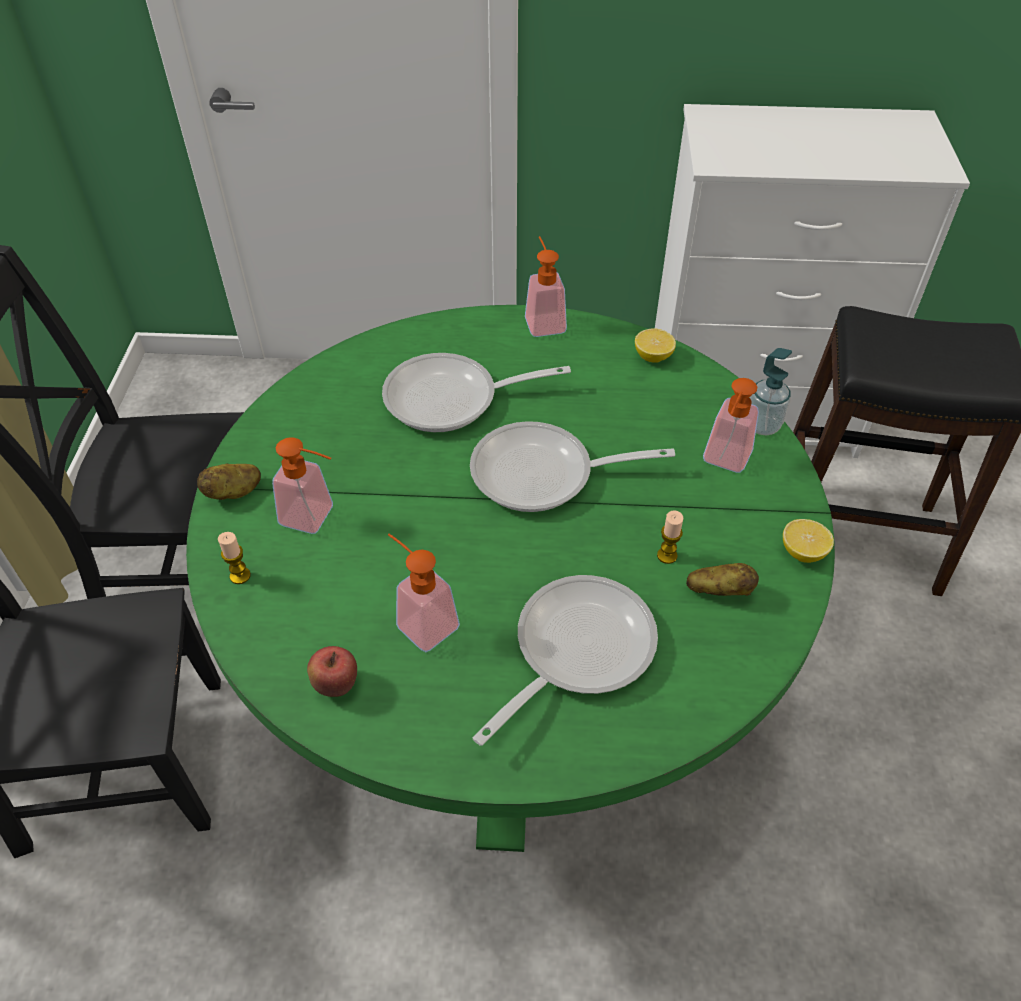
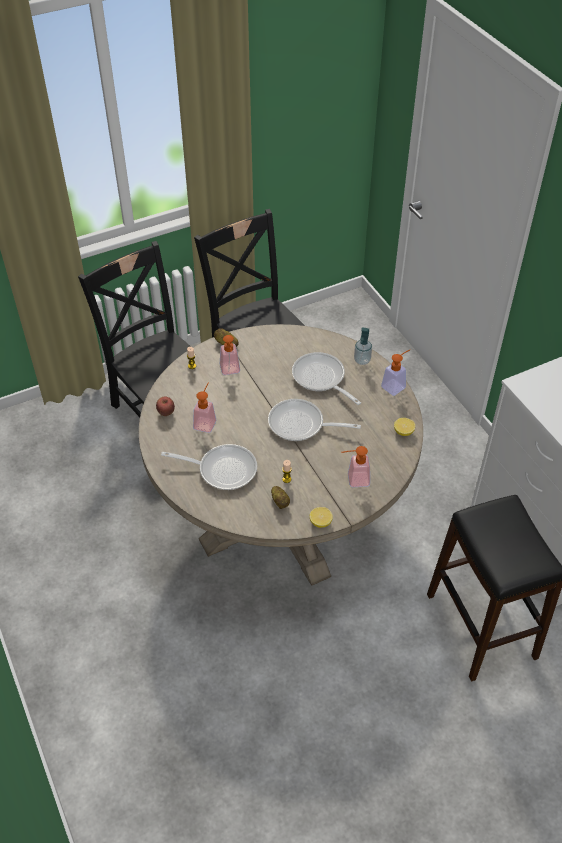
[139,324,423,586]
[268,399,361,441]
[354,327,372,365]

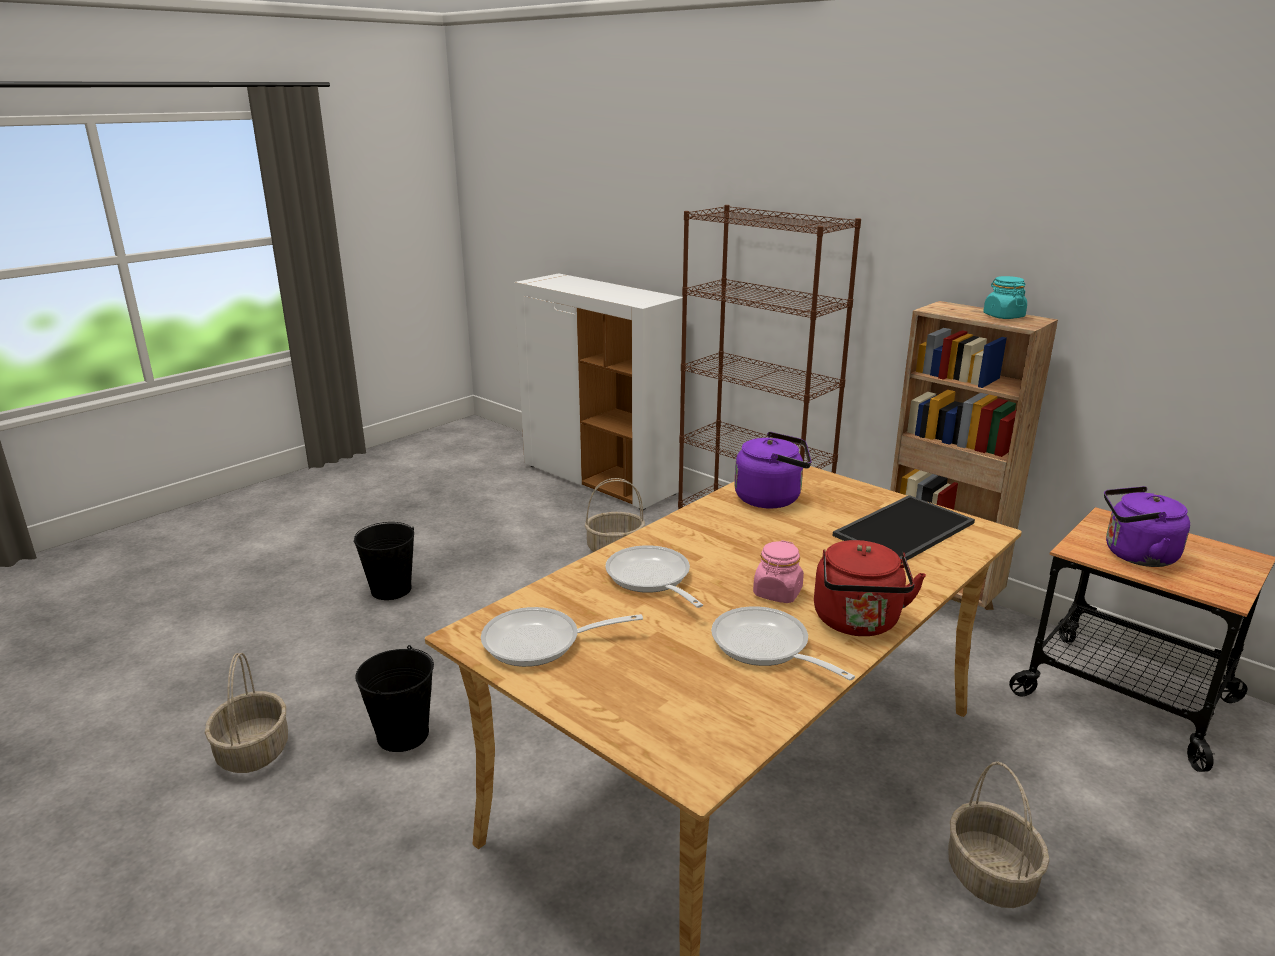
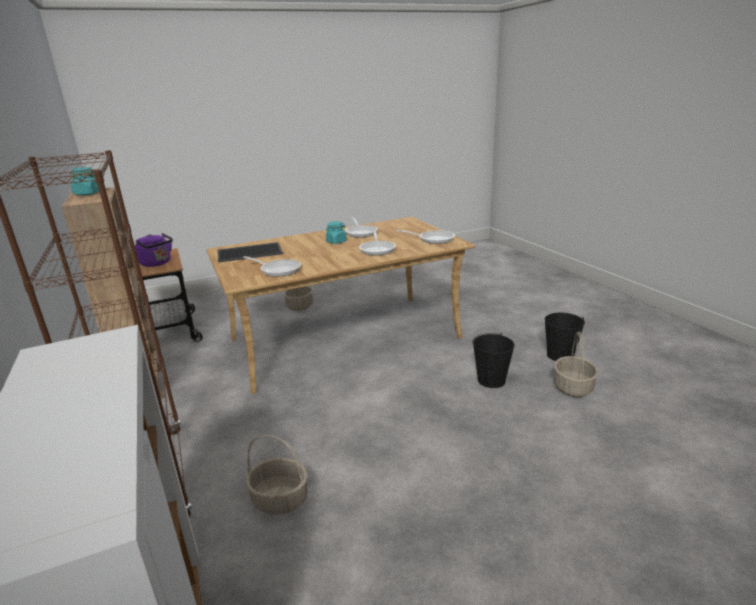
[545,313,585,361]
[243,256,301,277]
[326,221,347,244]
[814,540,926,636] (first image)

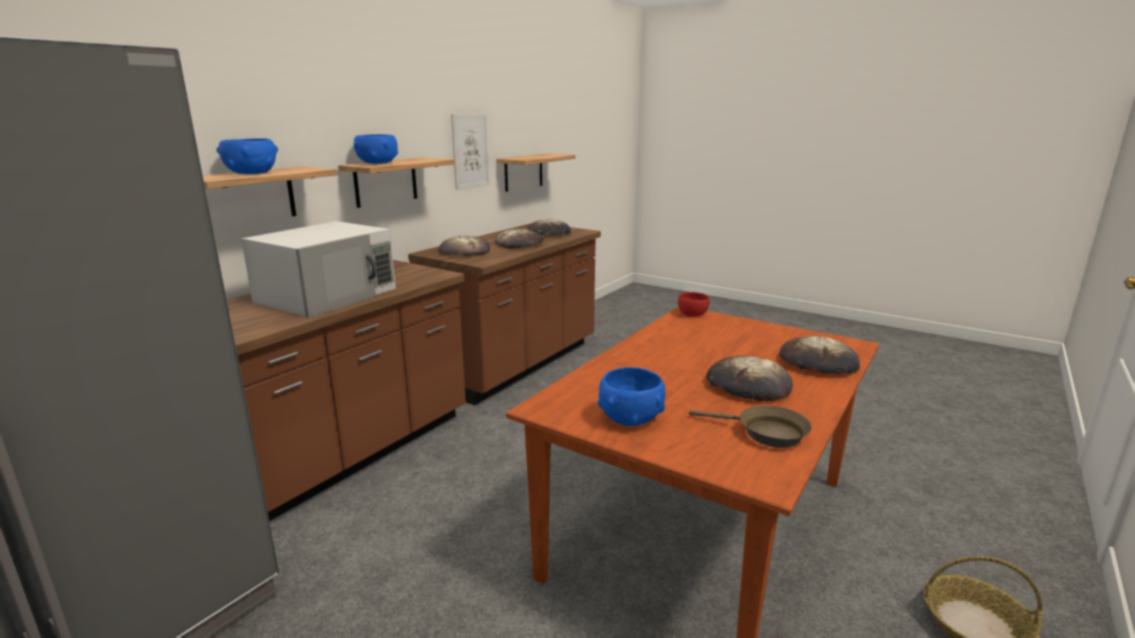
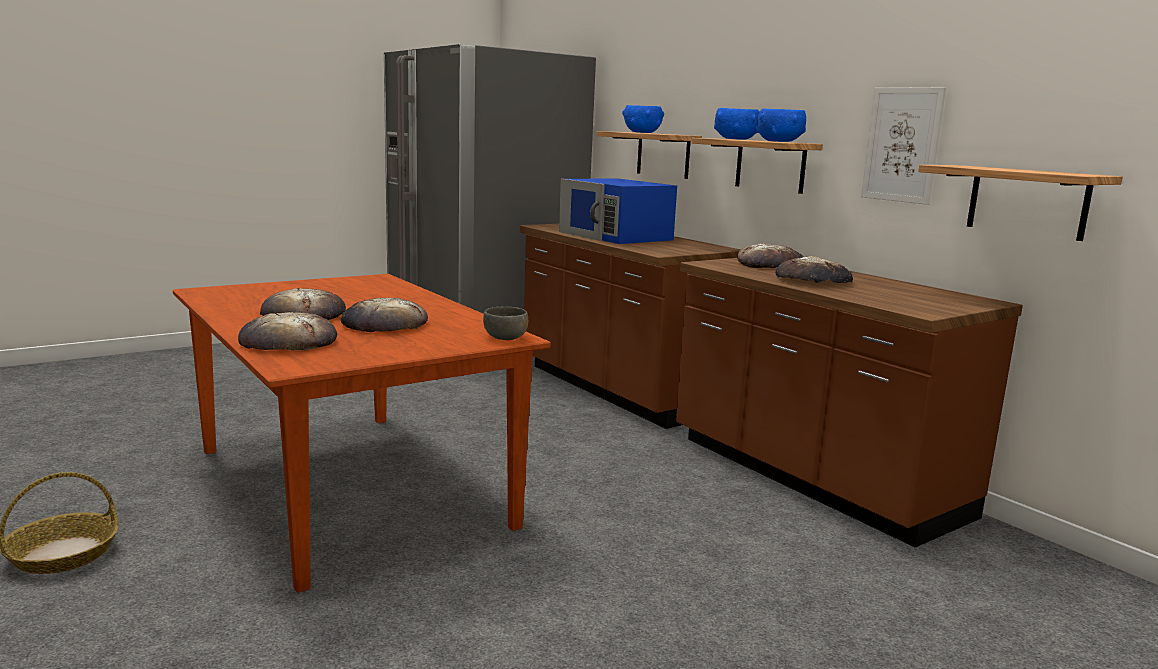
[559,178,677,244]
[341,297,428,332]
[756,109,806,142]
[483,306,528,340]
[689,406,812,448] (first image)

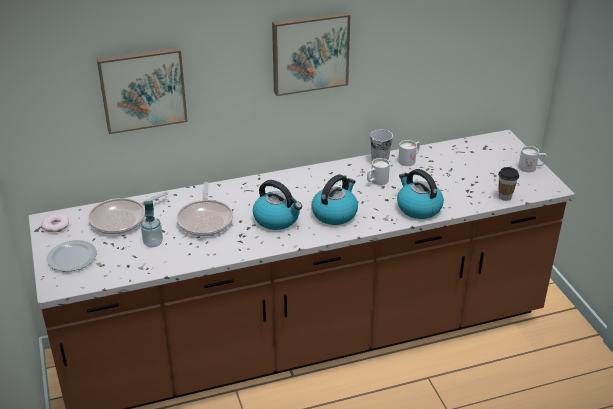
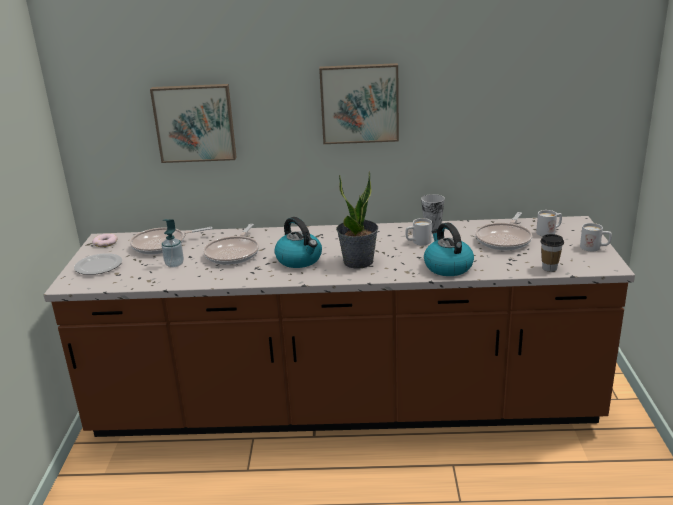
[336,171,378,269]
[536,210,562,236]
[476,212,532,250]

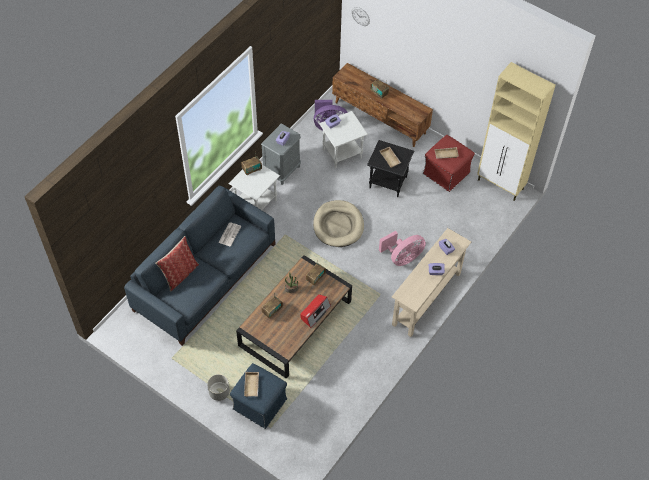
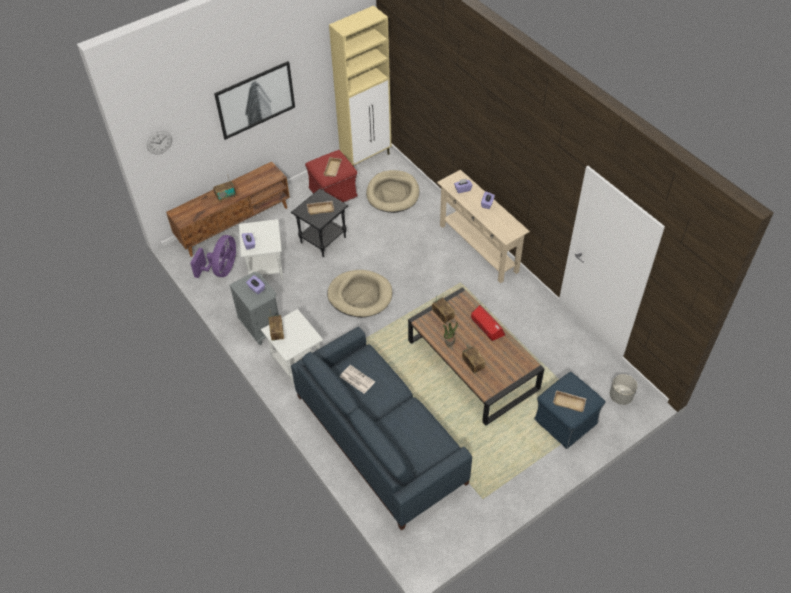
[155,236,199,292] (first image)
[610,374,637,405]
[379,231,426,266] (first image)
[214,61,295,140]
[366,170,419,213]

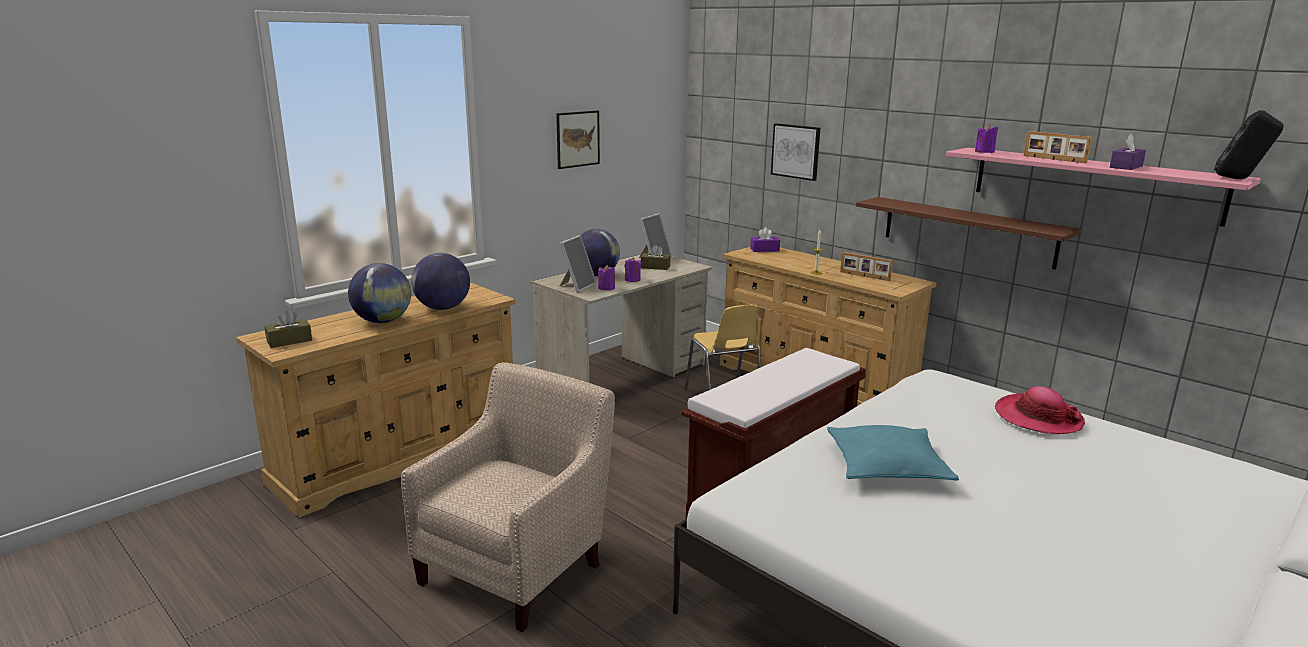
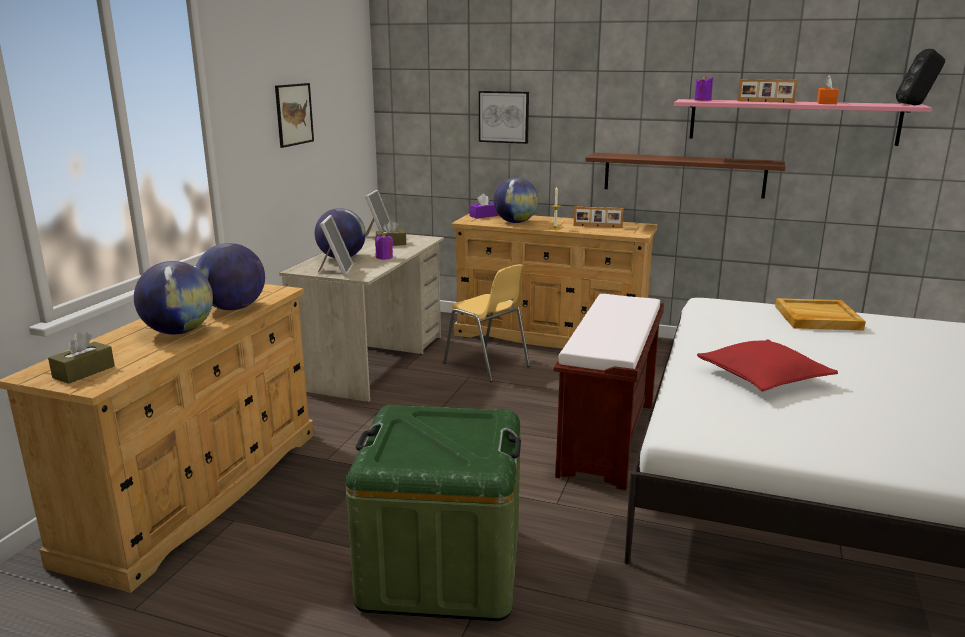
[345,405,521,621]
[598,265,615,290] (first image)
[697,340,838,391]
[775,298,866,331]
[817,75,839,104]
[494,178,538,223]

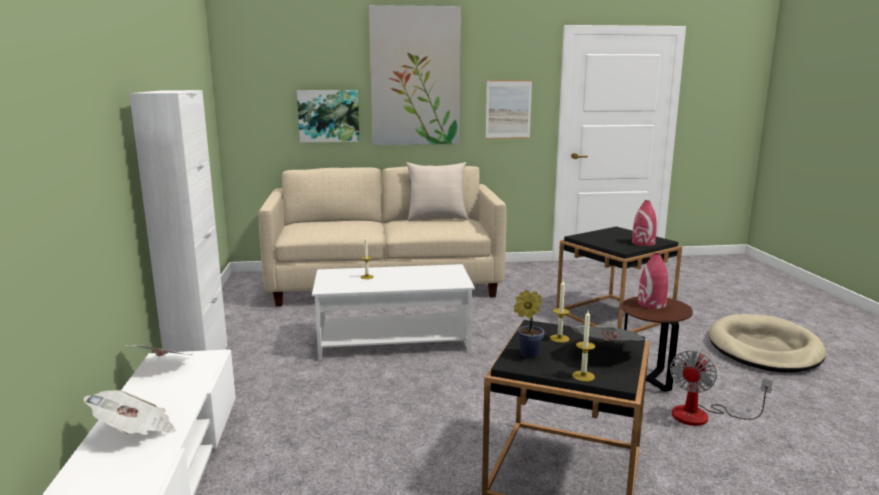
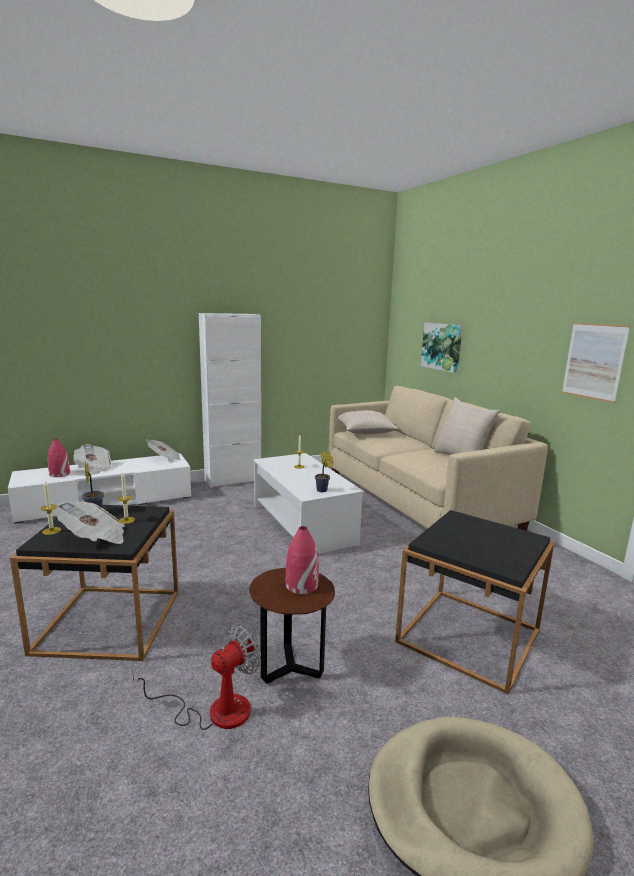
[369,5,461,145] (first image)
[48,439,70,477]
[133,624,261,730]
[315,451,334,492]
[338,410,399,434]

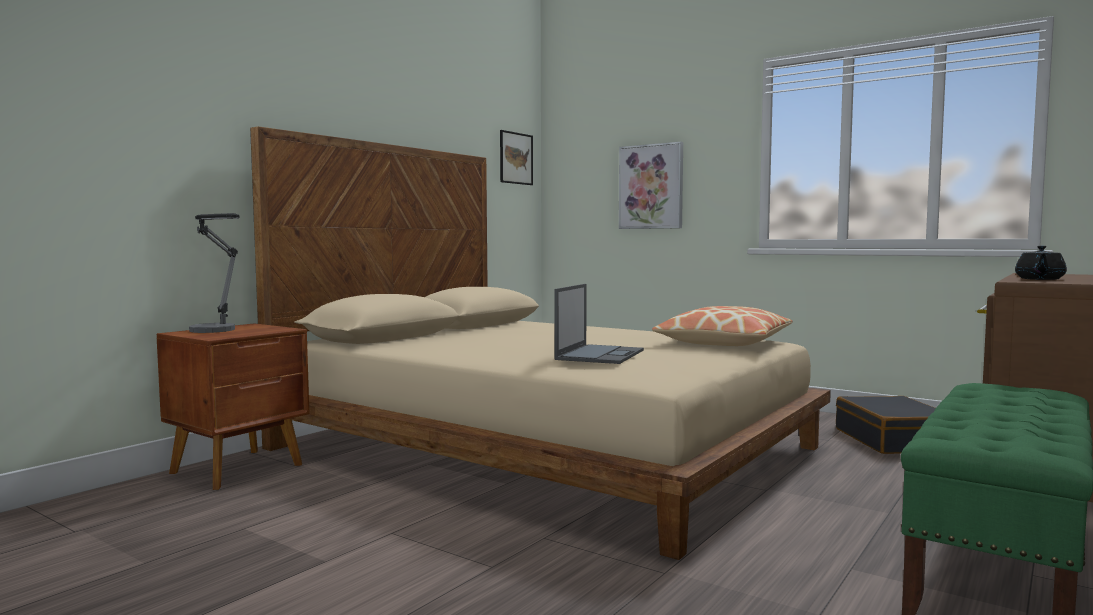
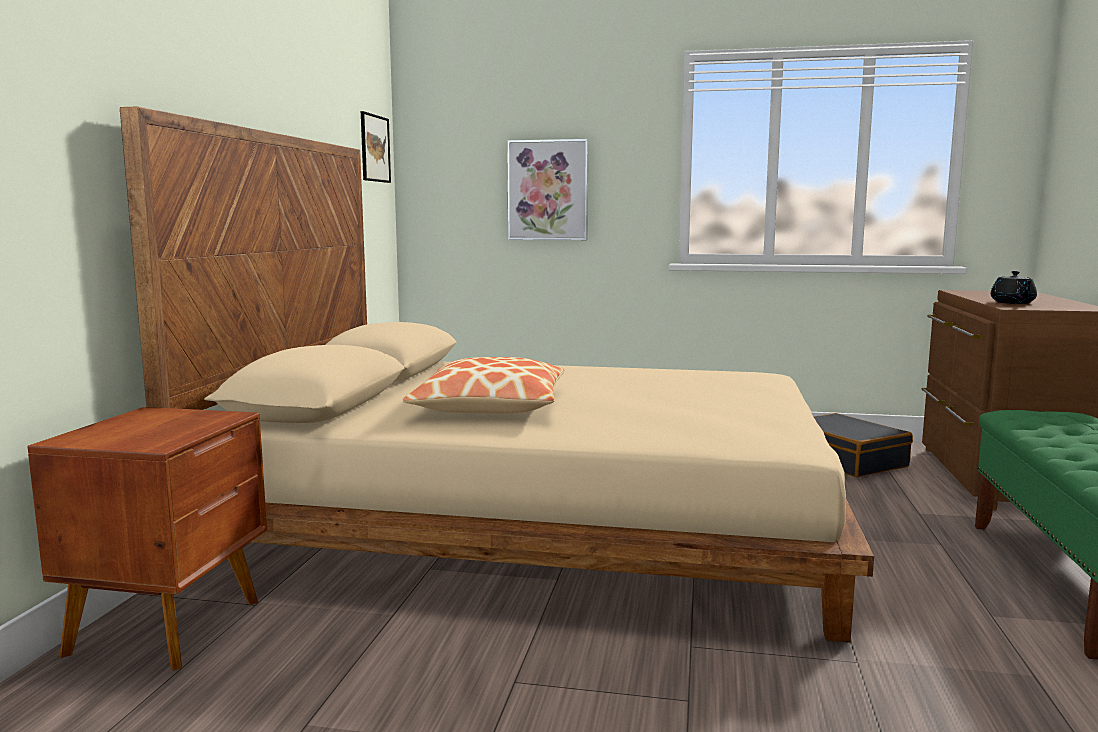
[189,213,239,333] (first image)
[555,284,644,364] (first image)
[403,357,565,413]

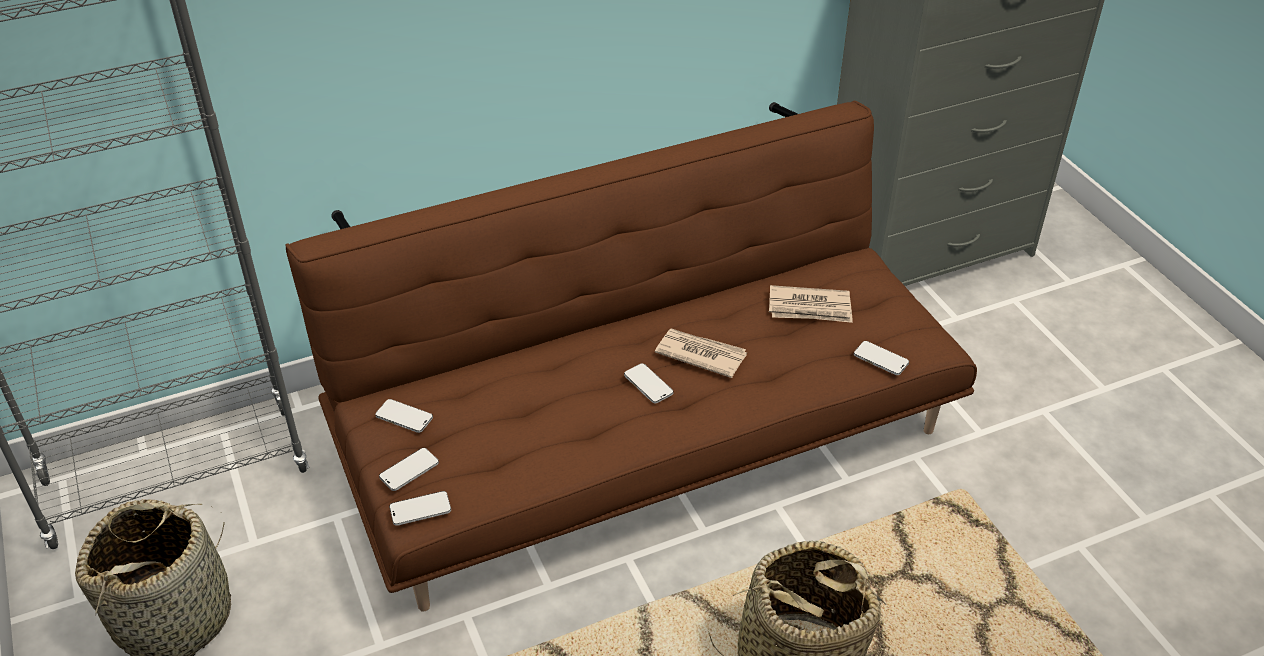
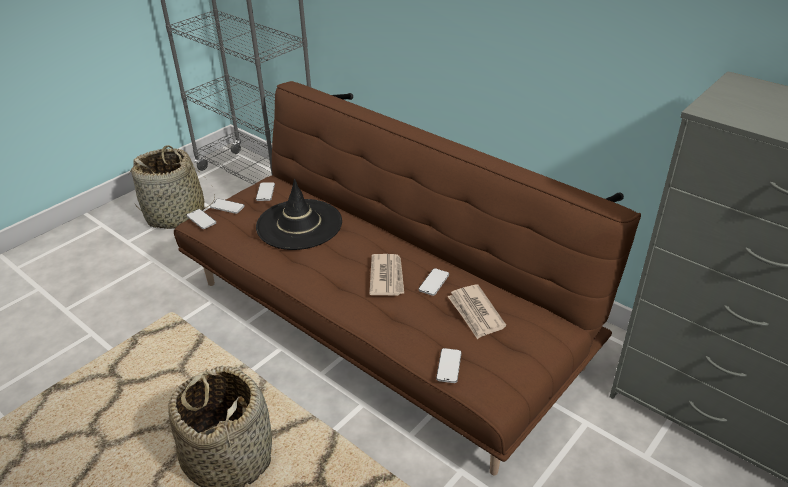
[418,268,449,296]
[256,179,342,250]

